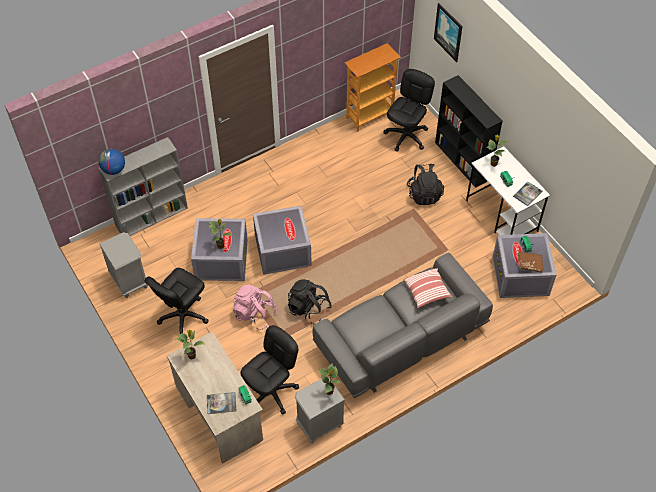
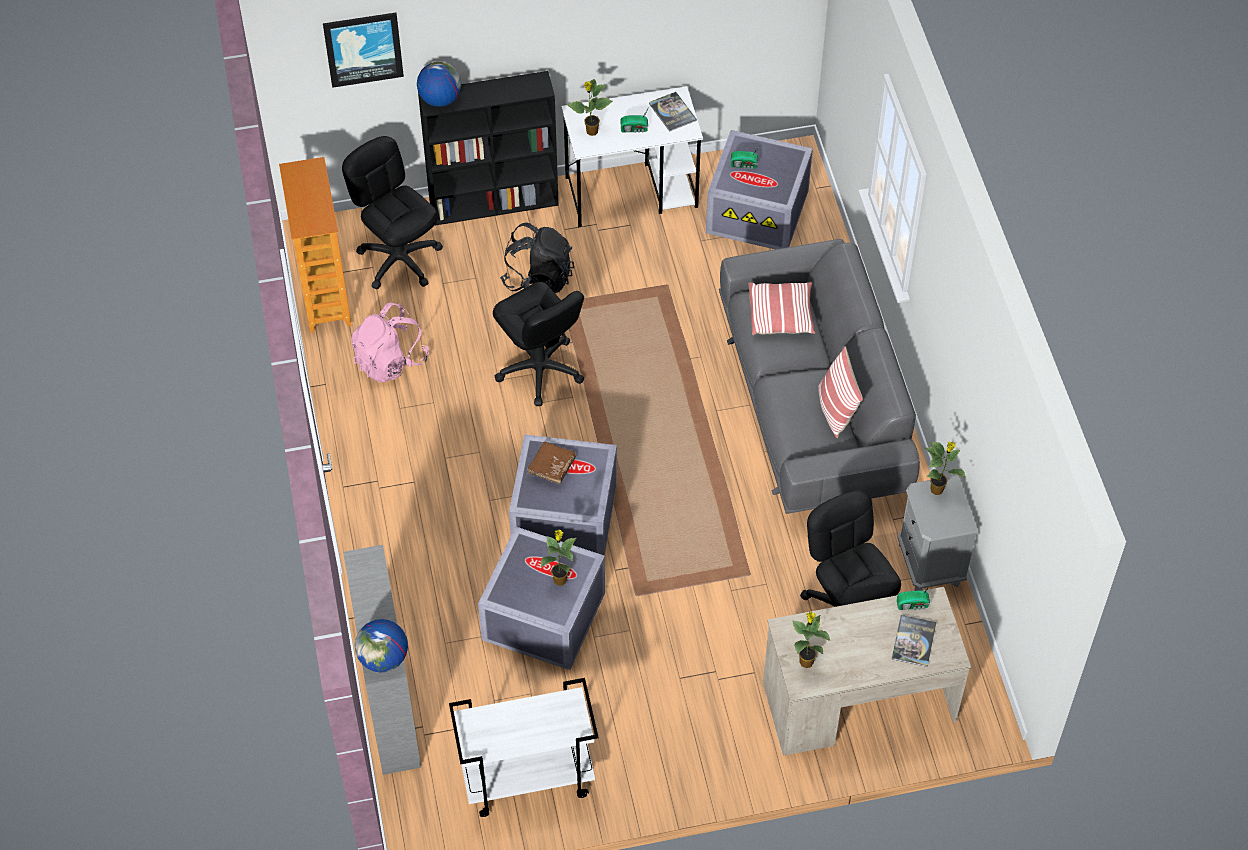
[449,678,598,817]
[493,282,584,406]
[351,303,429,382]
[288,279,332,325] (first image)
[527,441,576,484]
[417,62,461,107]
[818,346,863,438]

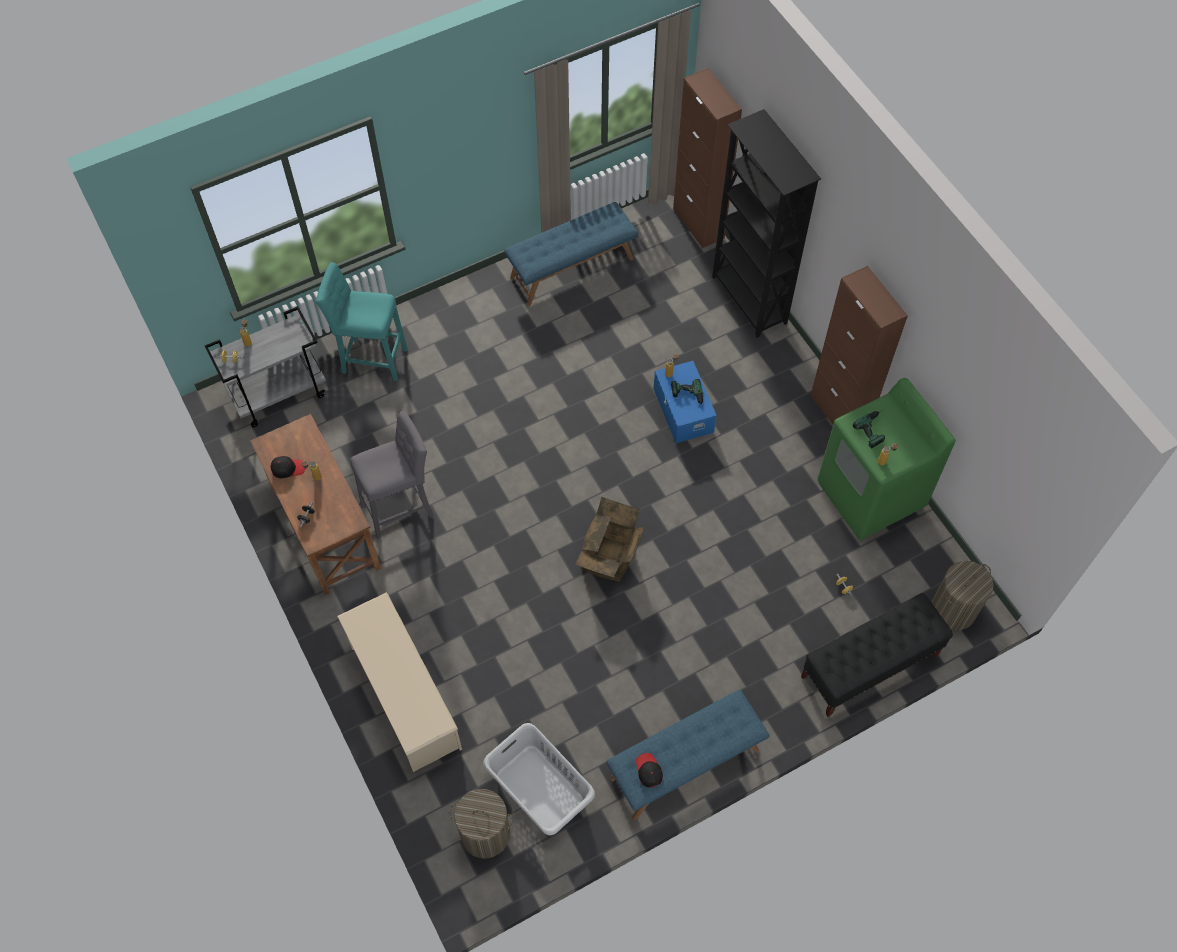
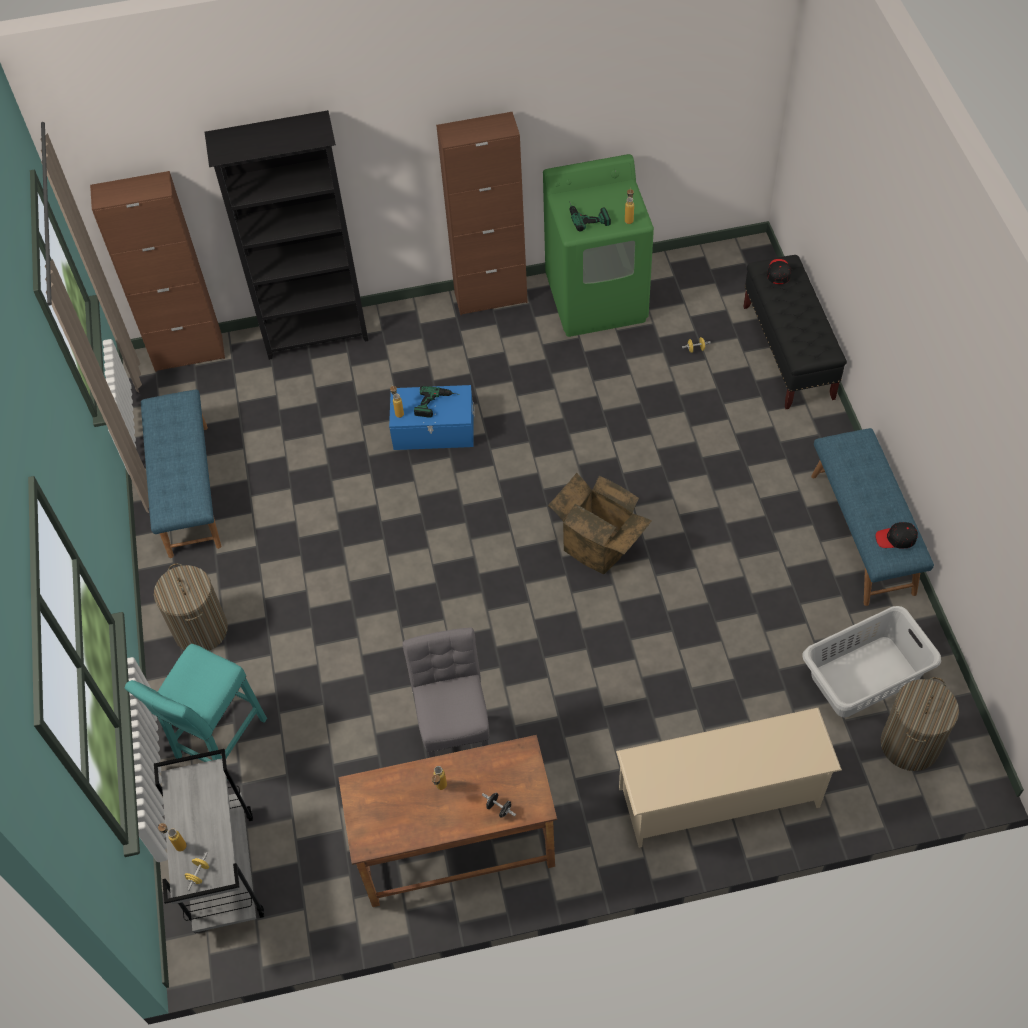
[767,259,791,284]
[154,563,228,651]

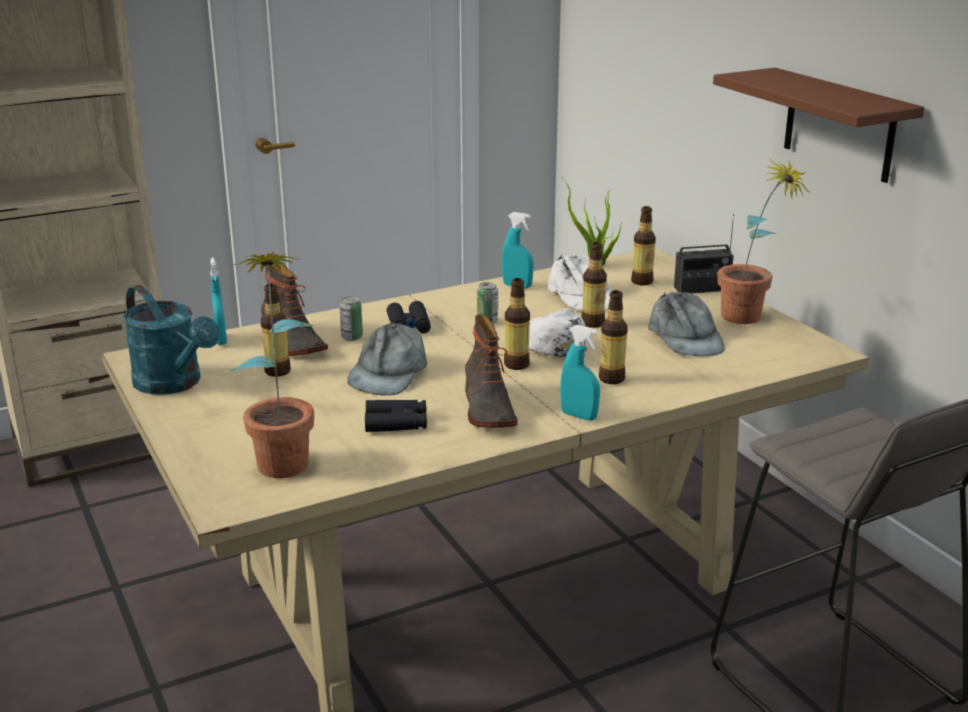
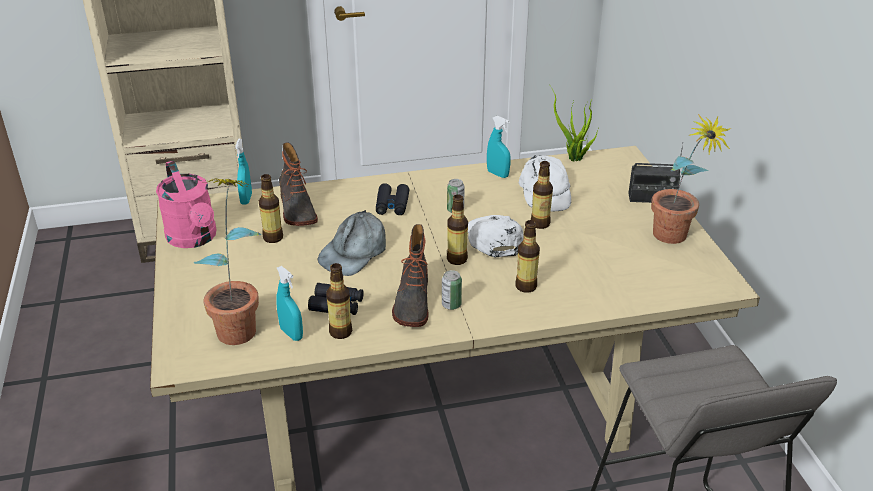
[156,161,217,248]
[442,270,462,310]
[276,266,303,341]
[326,263,352,339]
[648,292,725,356] (first image)
[713,68,924,183] (first image)

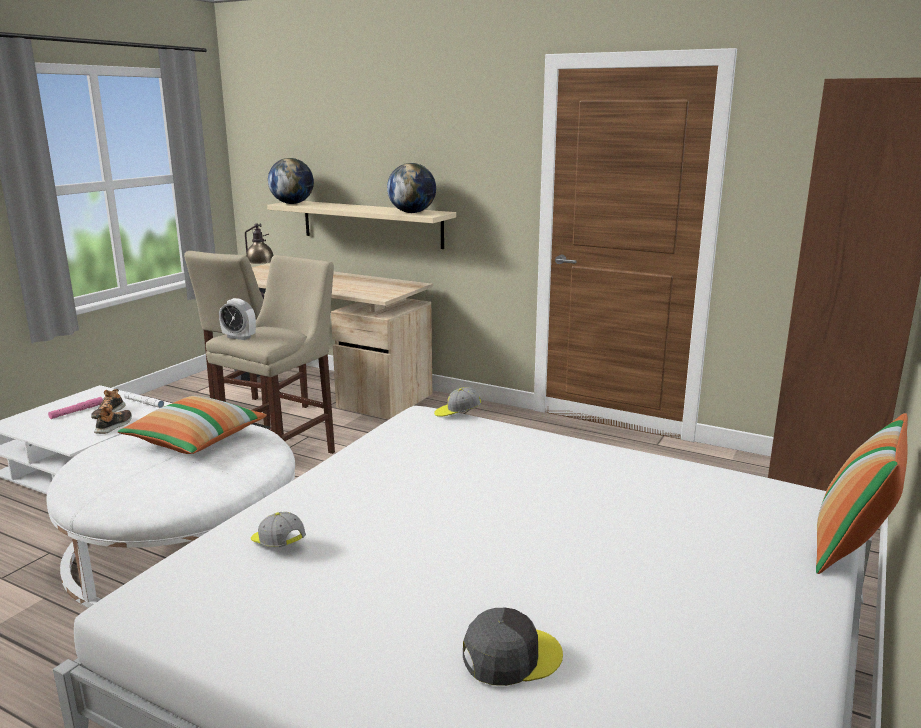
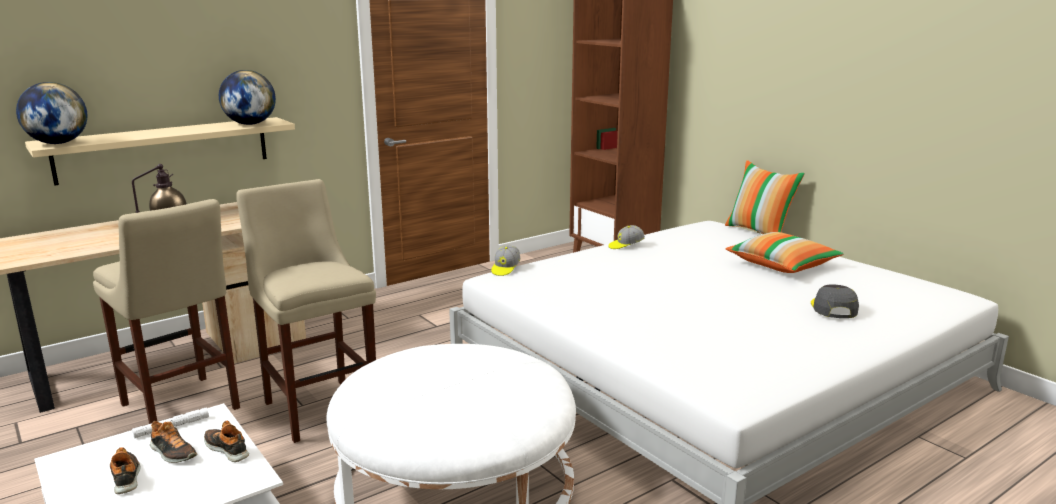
[110,447,141,494]
[726,232,843,273]
[219,298,256,340] (first image)
[608,225,645,249]

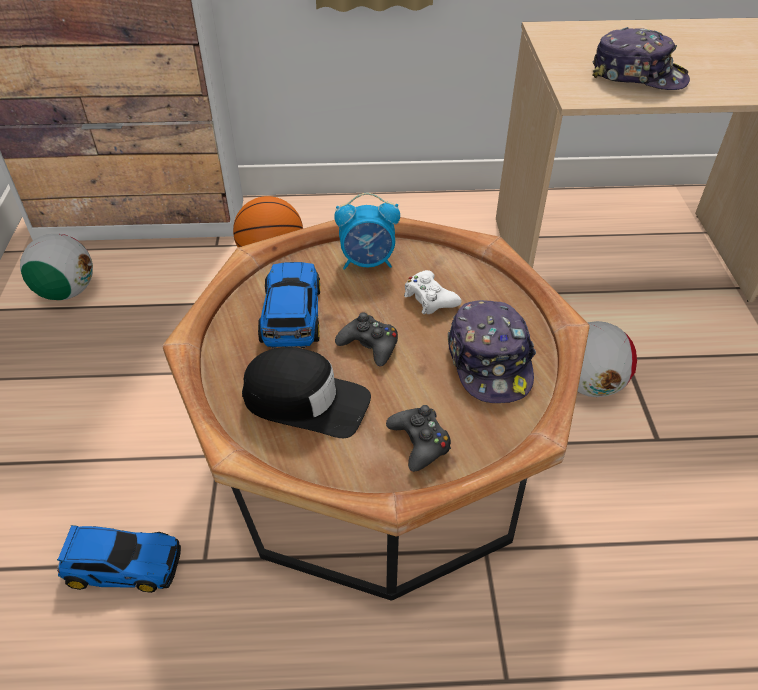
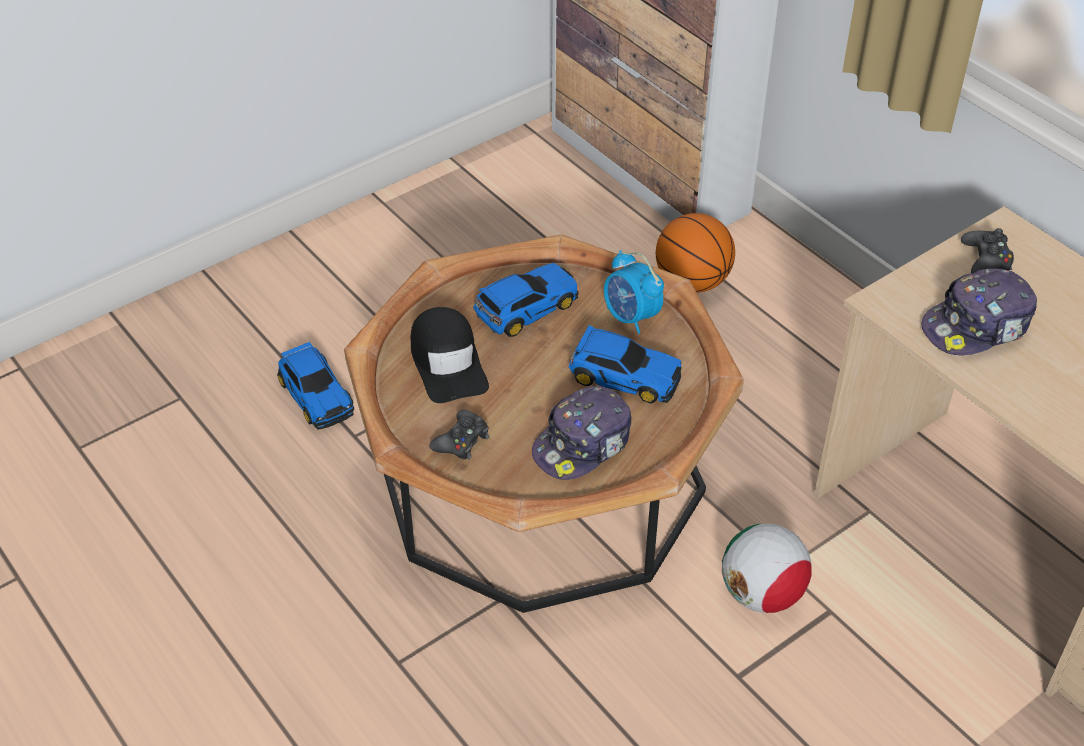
[20,234,93,300] (first image)
[961,228,1014,273]
[569,325,681,404]
[921,268,1037,355]

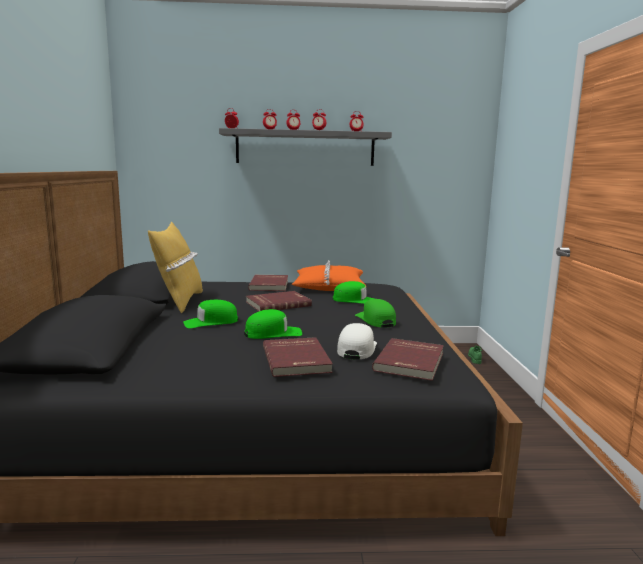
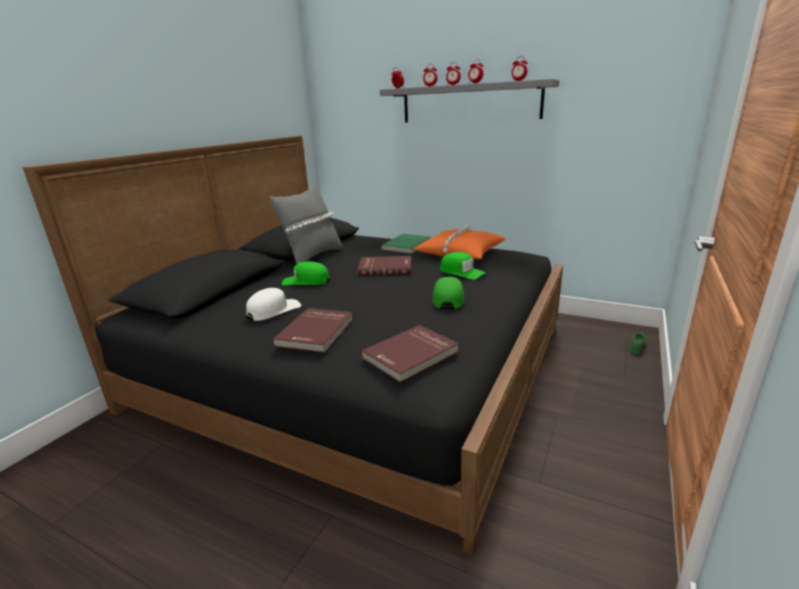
[270,185,342,264]
[244,309,302,339] (first image)
[381,234,431,254]
[246,288,301,321]

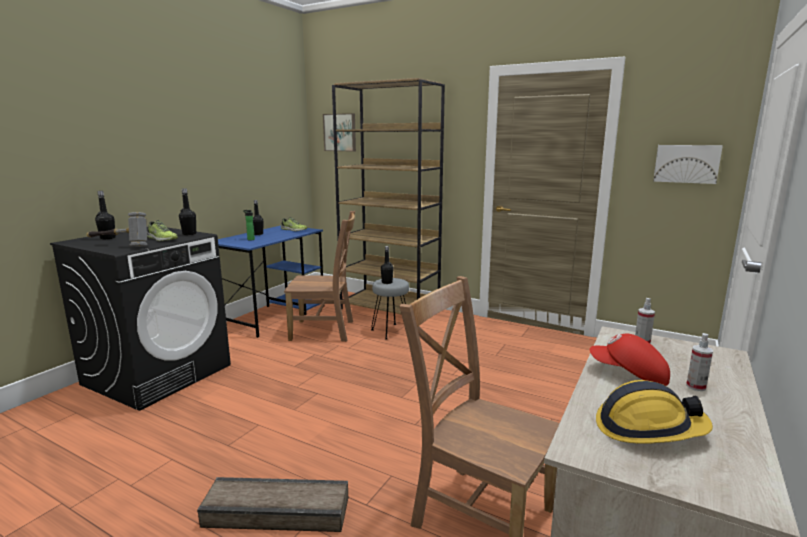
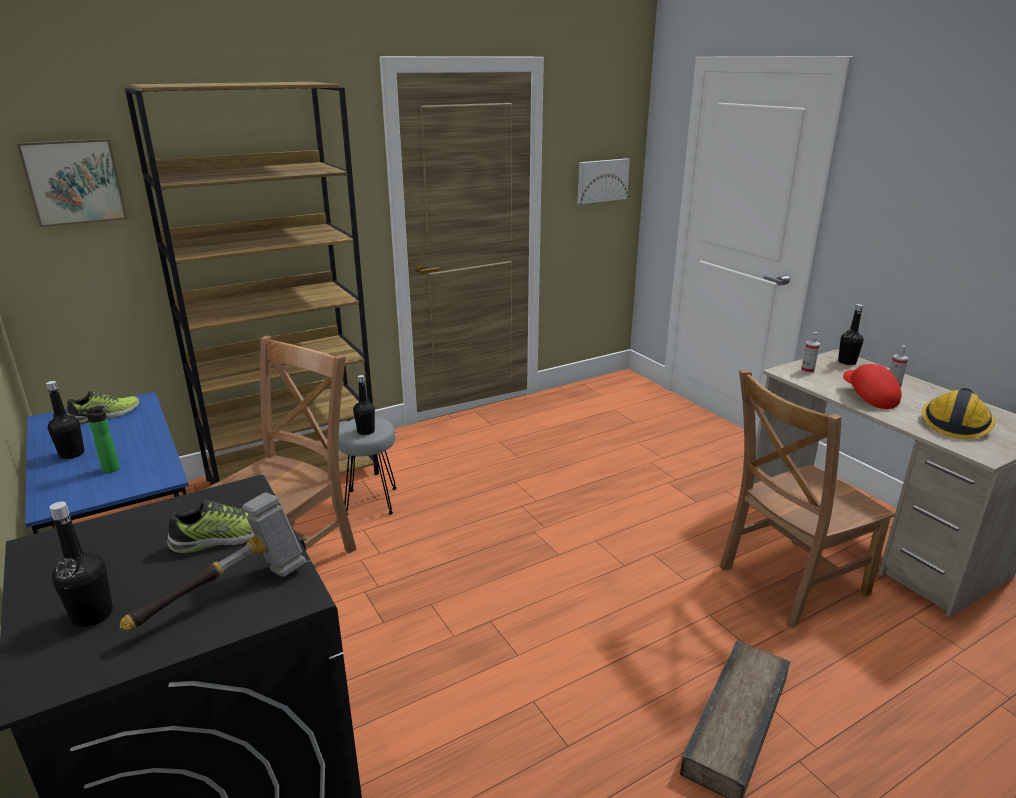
[838,304,864,365]
[843,363,902,409]

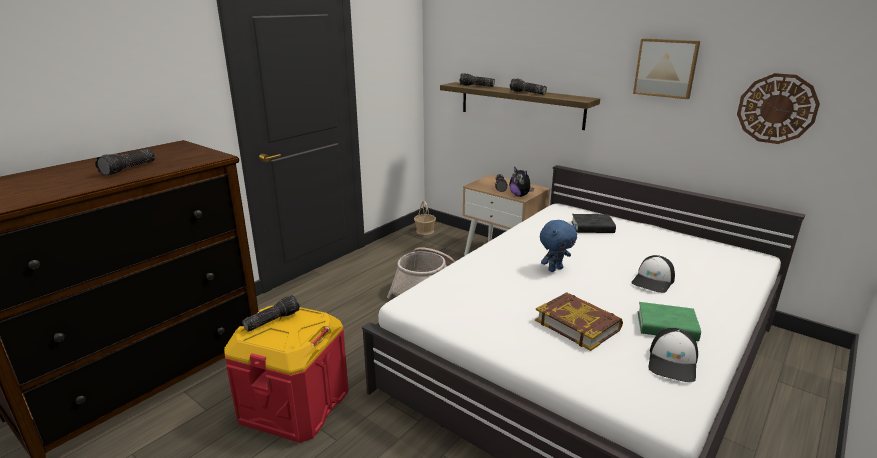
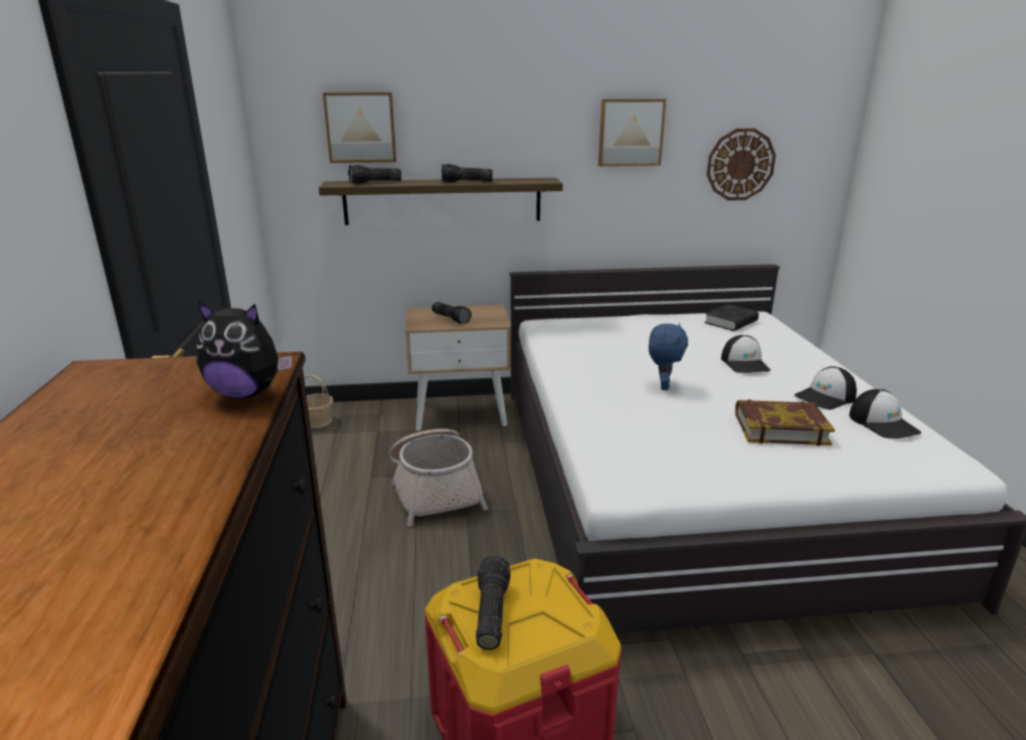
[95,149,155,175] (first image)
[196,301,292,398]
[704,304,759,331]
[794,366,857,410]
[323,92,396,163]

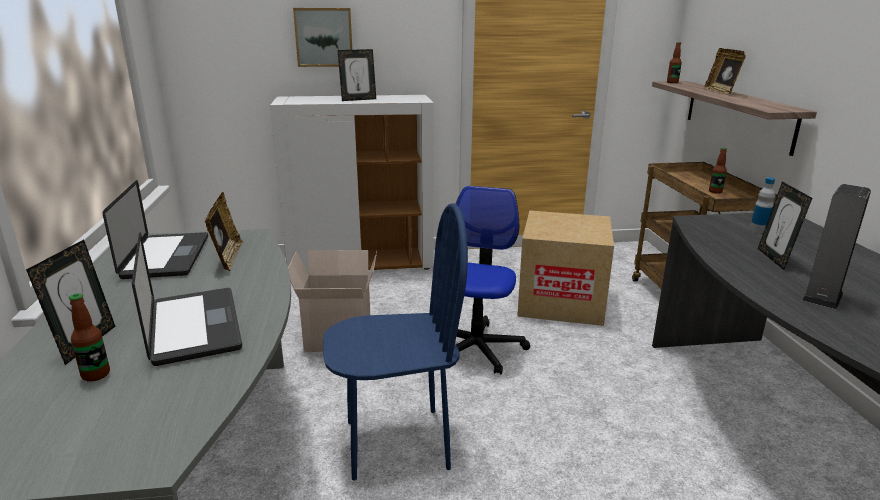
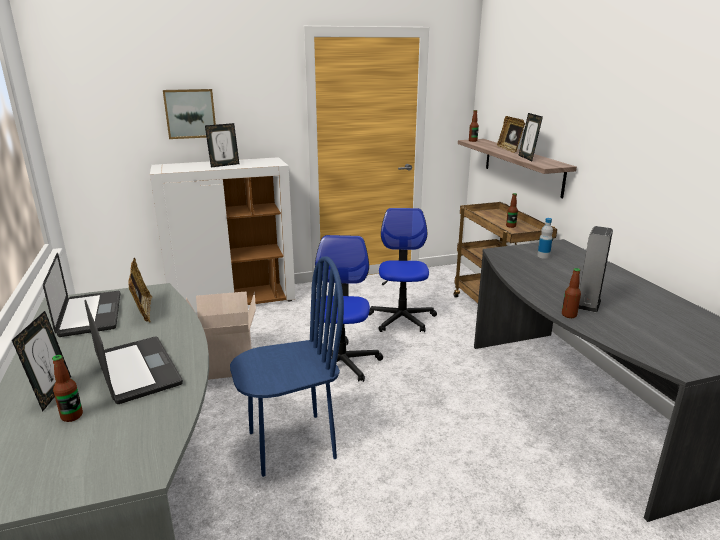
[369,208,437,332]
[518,113,543,161]
[562,268,581,318]

